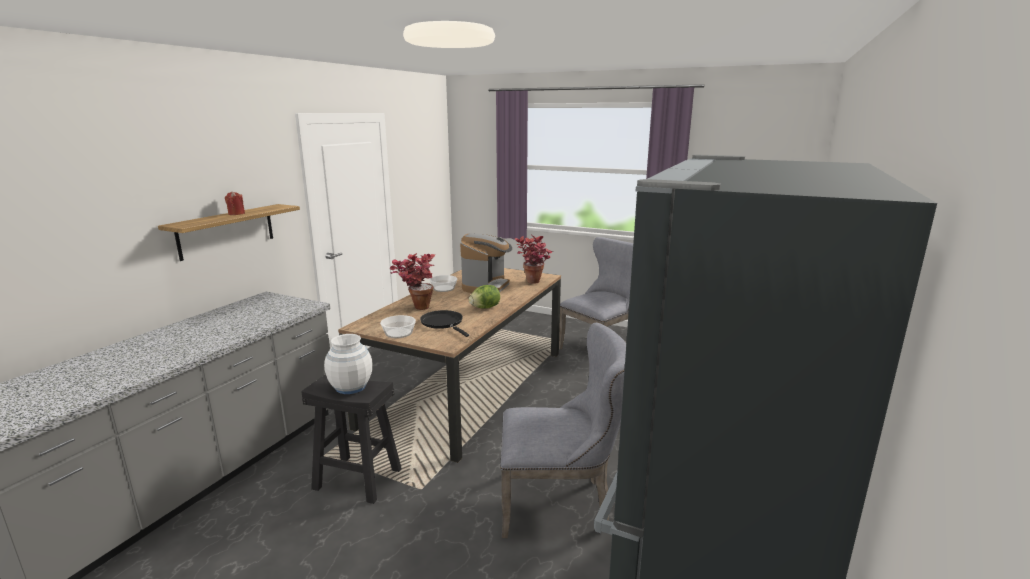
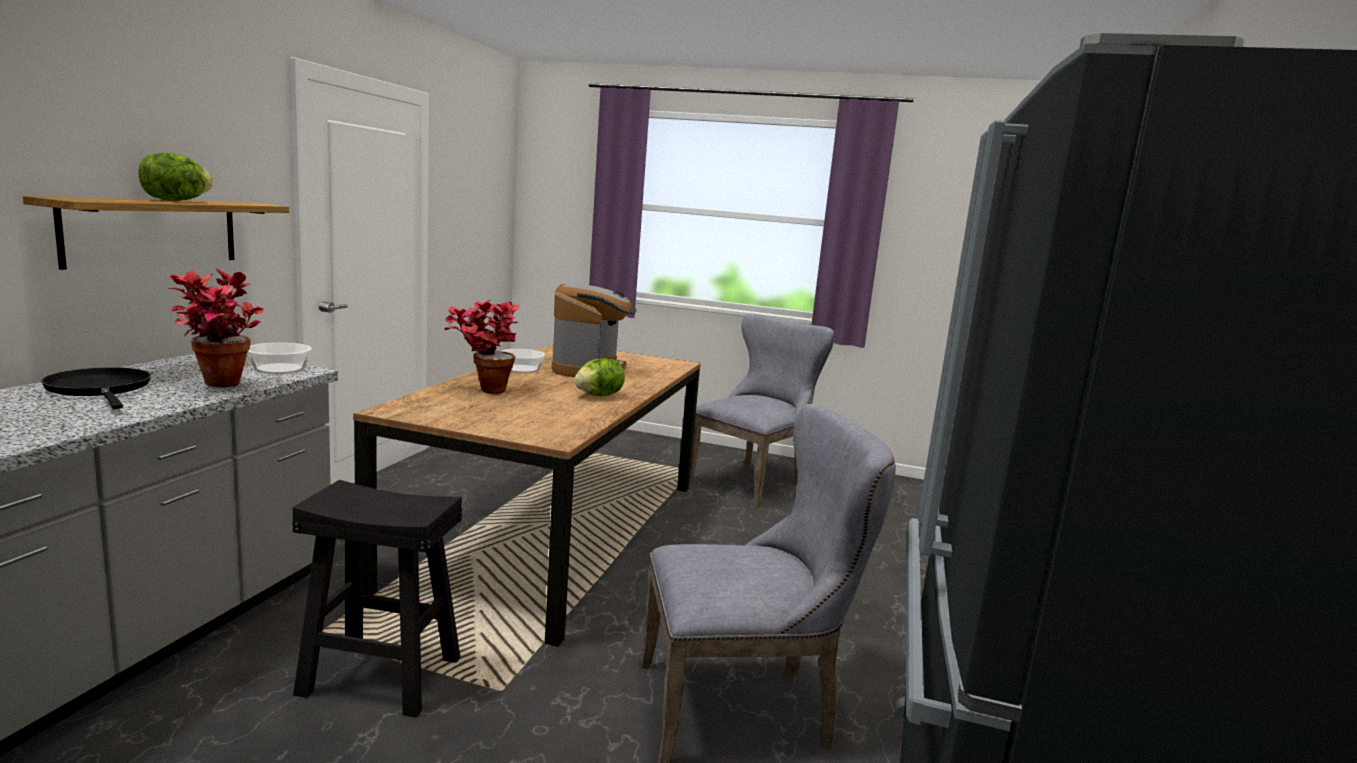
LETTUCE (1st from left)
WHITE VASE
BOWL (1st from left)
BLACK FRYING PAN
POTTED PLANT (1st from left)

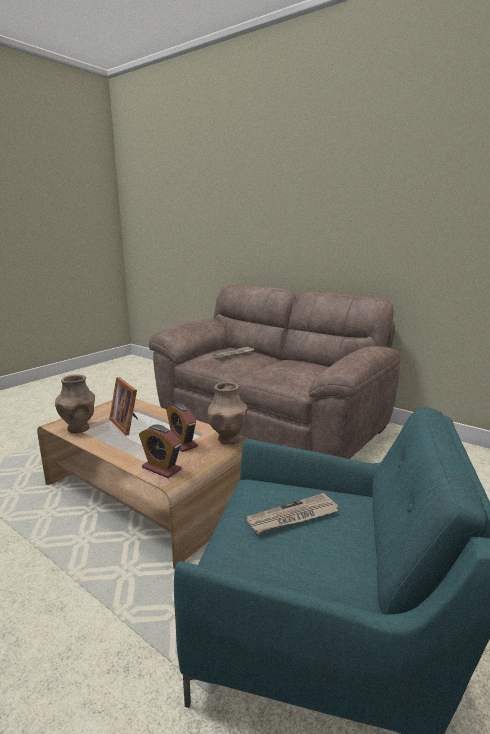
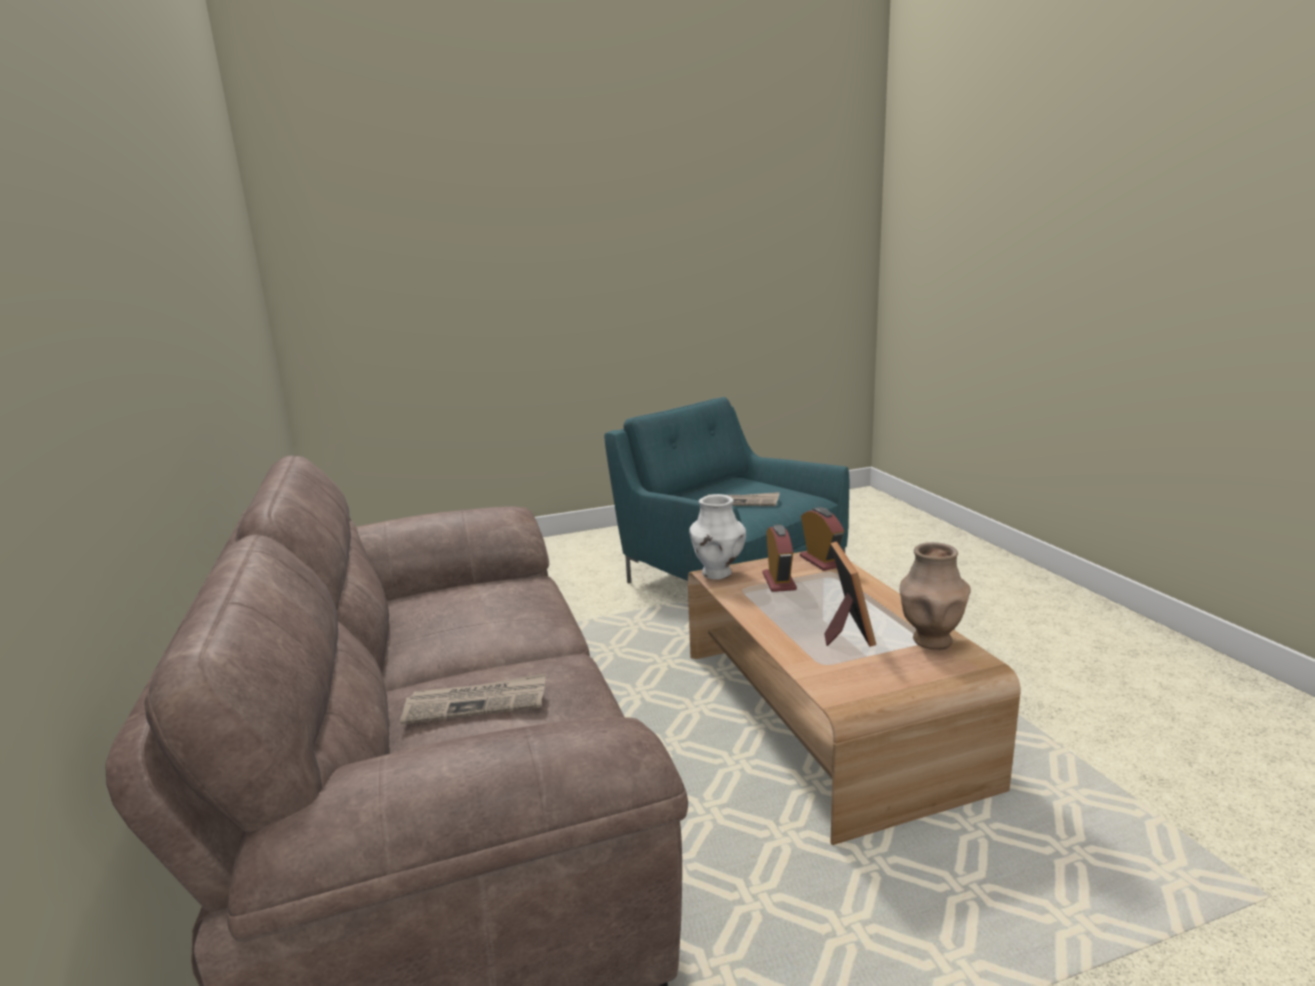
WHITE VASE

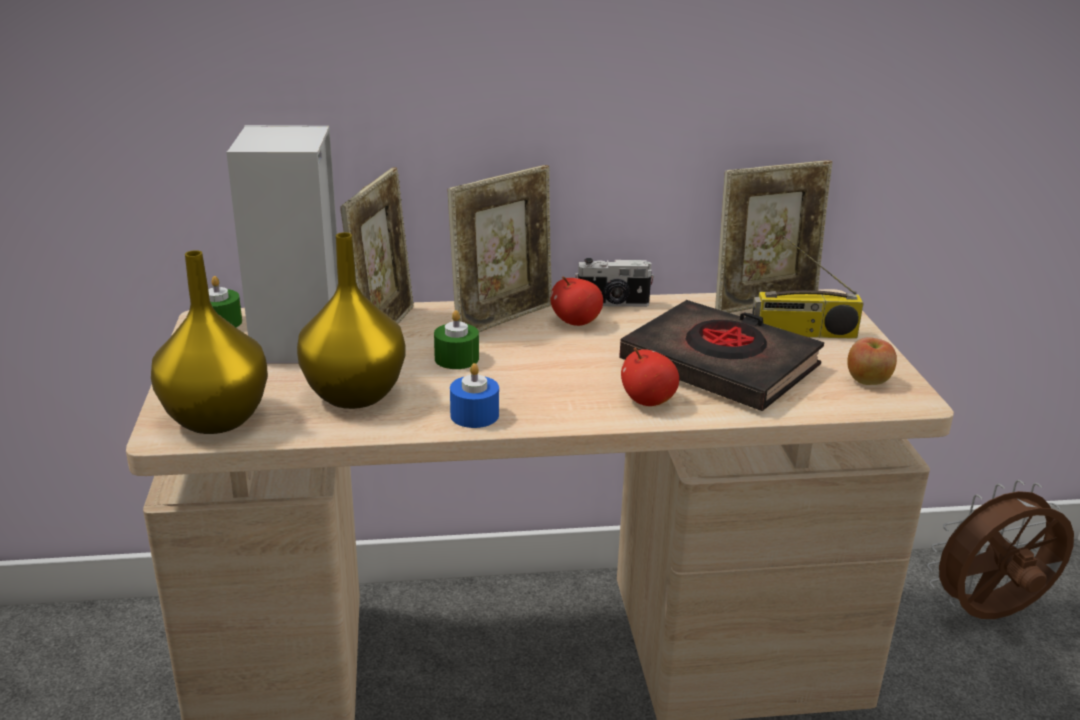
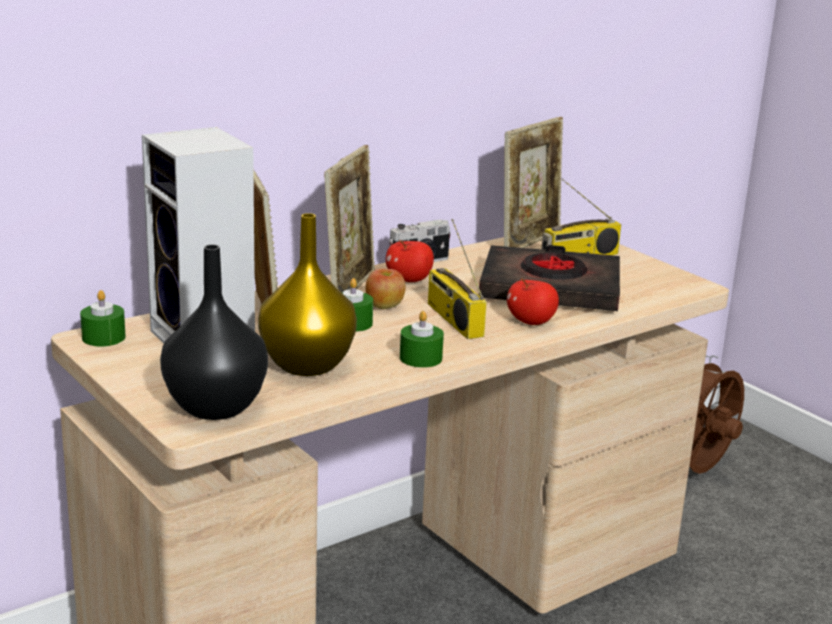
BLACK VASE
GREEN CANDLE (3rd from left)
APPLE (1st from left)
RADIO (1st from left)

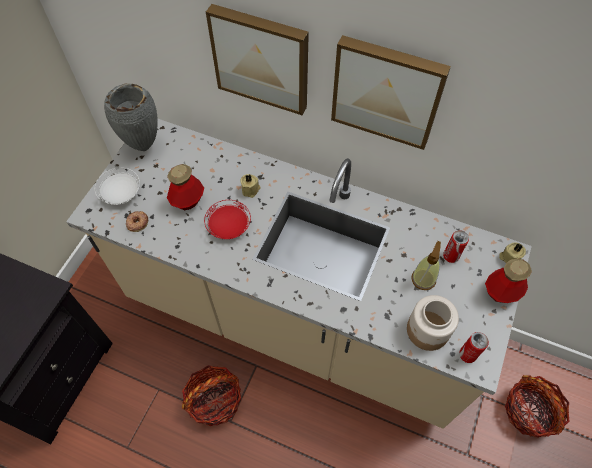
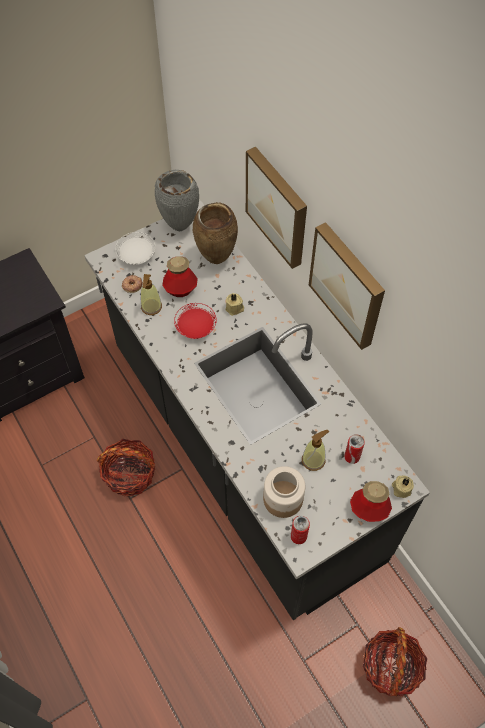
BLACK COUNTER
SOAP DISPENSER (1st from left)
BROWN VASE

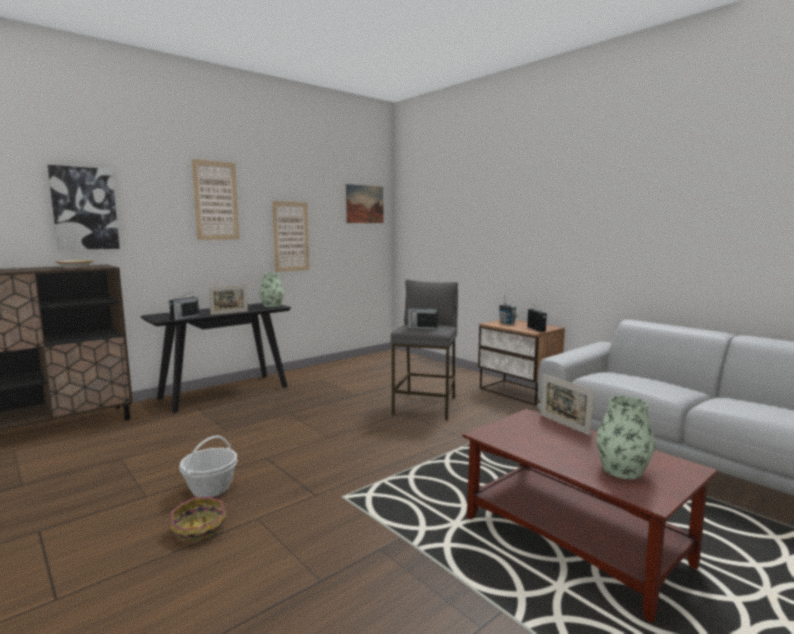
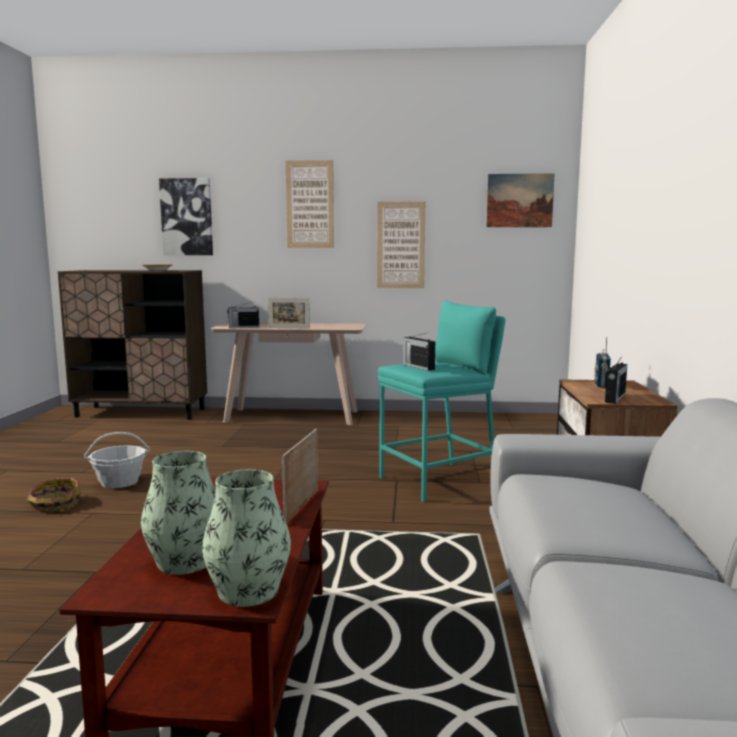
BEIGE CONSOLE TABLE
VASE (2nd from left)
TURQUOISE STOOL

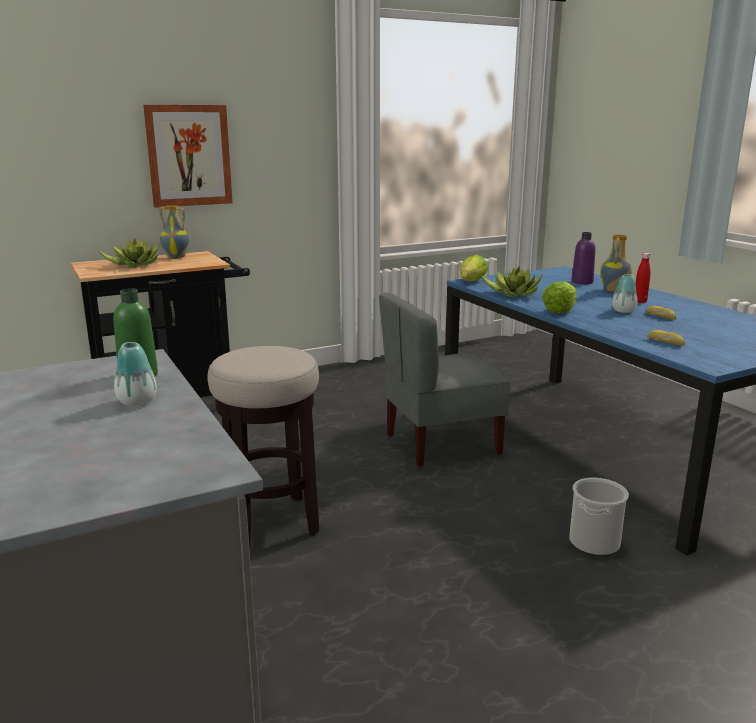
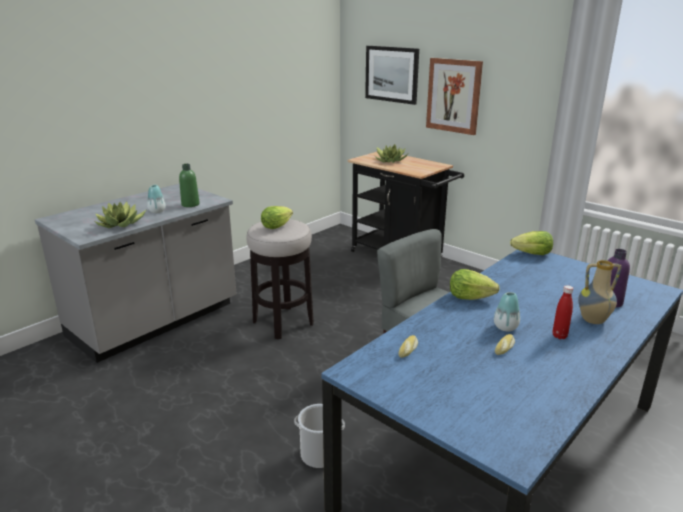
VASE (2nd from left in the first image)
POTTED PLANT (1st from left)
LETTUCE (1st from left)
PICTURE (1st from left)

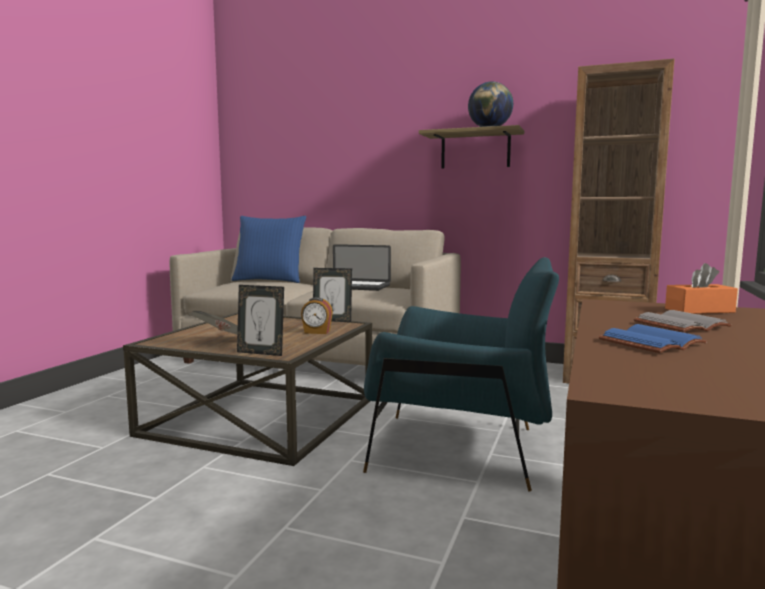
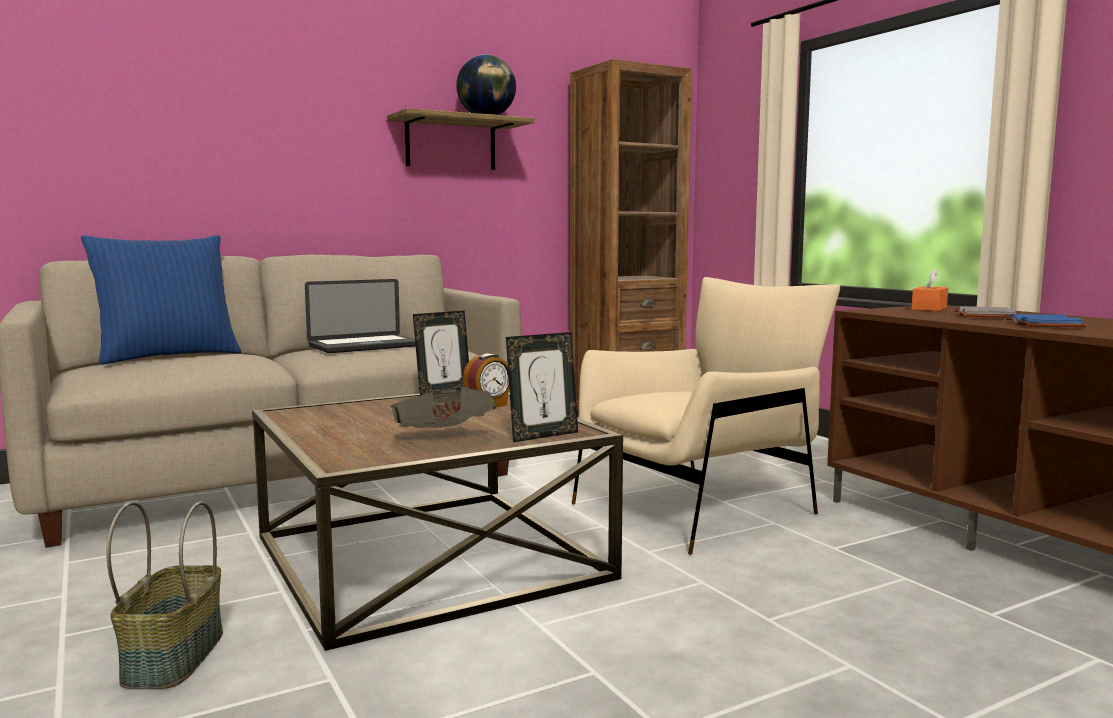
BEIGE ARMCHAIR
BASKET

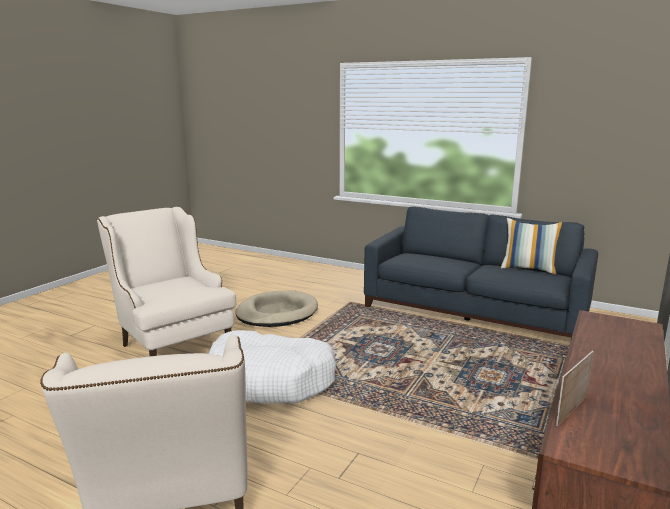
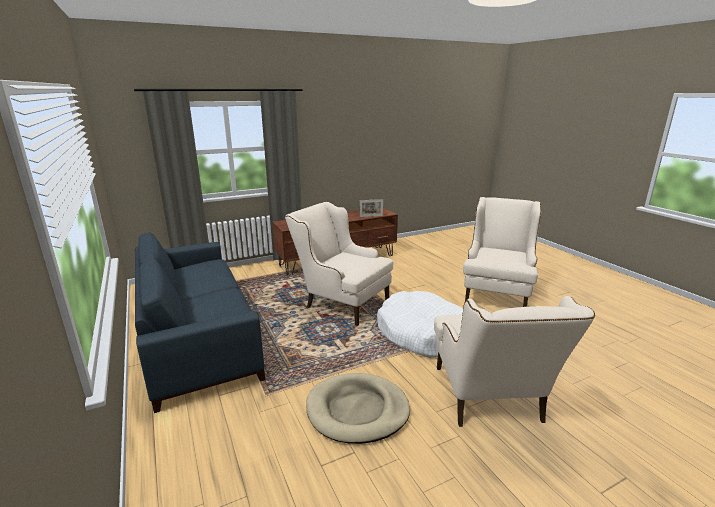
PILLOW
BEIGE ARMCHAIR (1st from left)

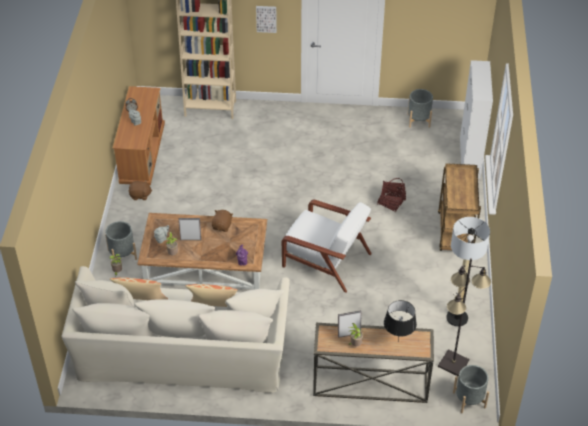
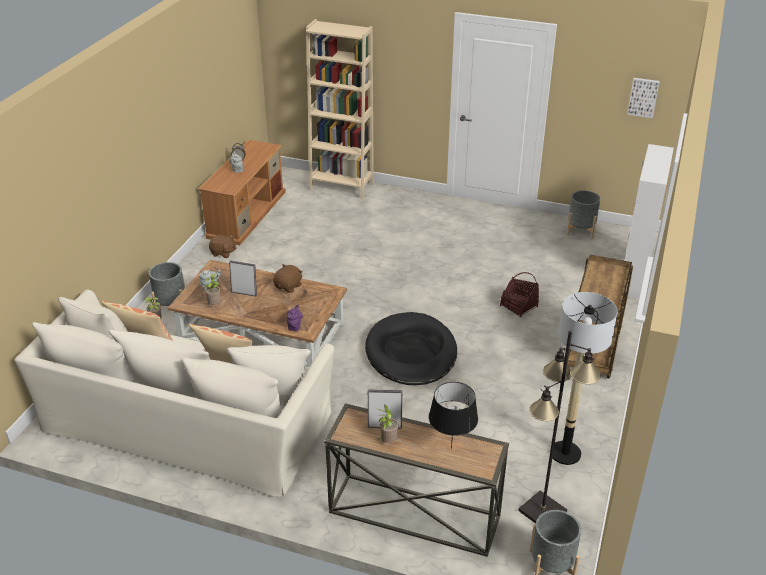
PICTURE
BLACK DOG BED

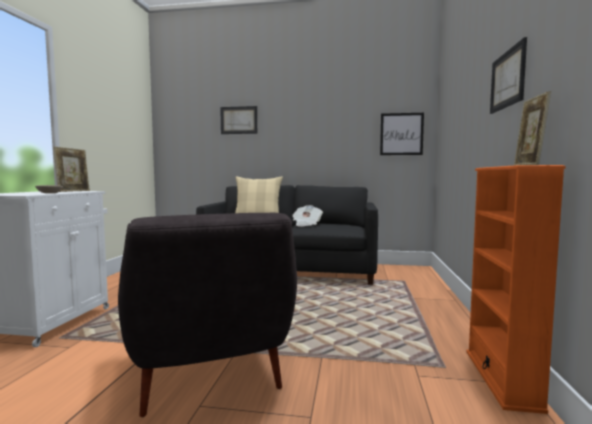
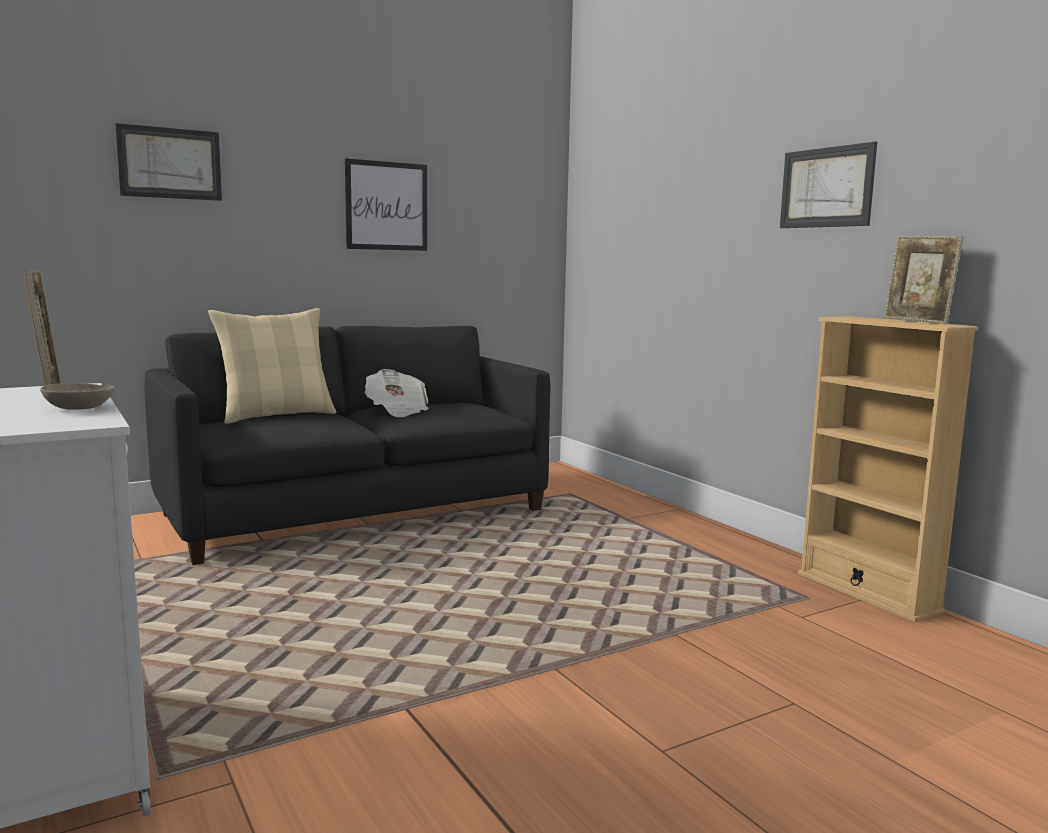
GREY ARMCHAIR
PICTURE (2nd from left)
BEIGE BOOKCASE

